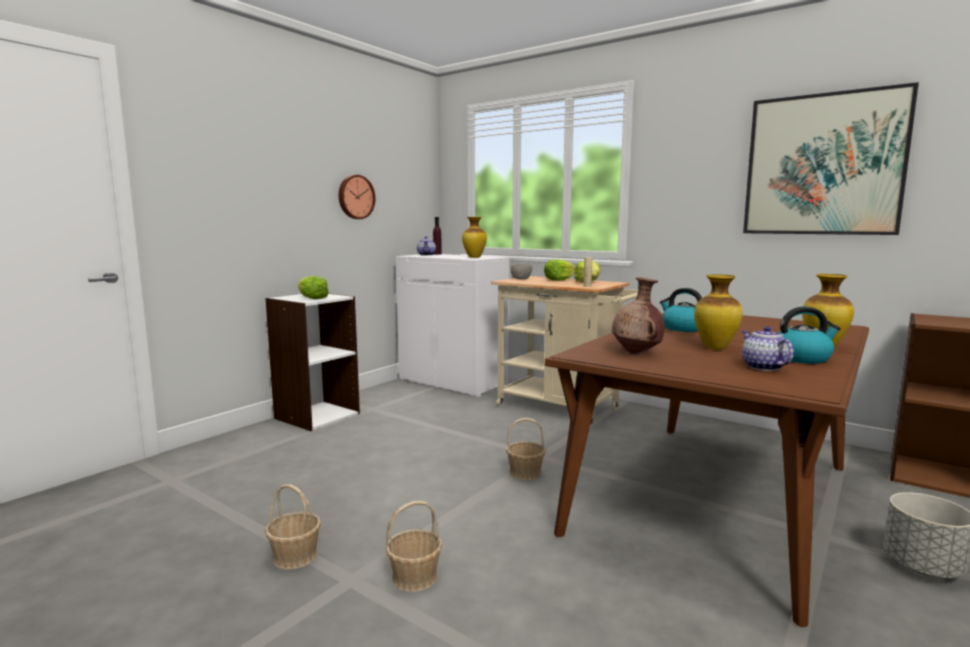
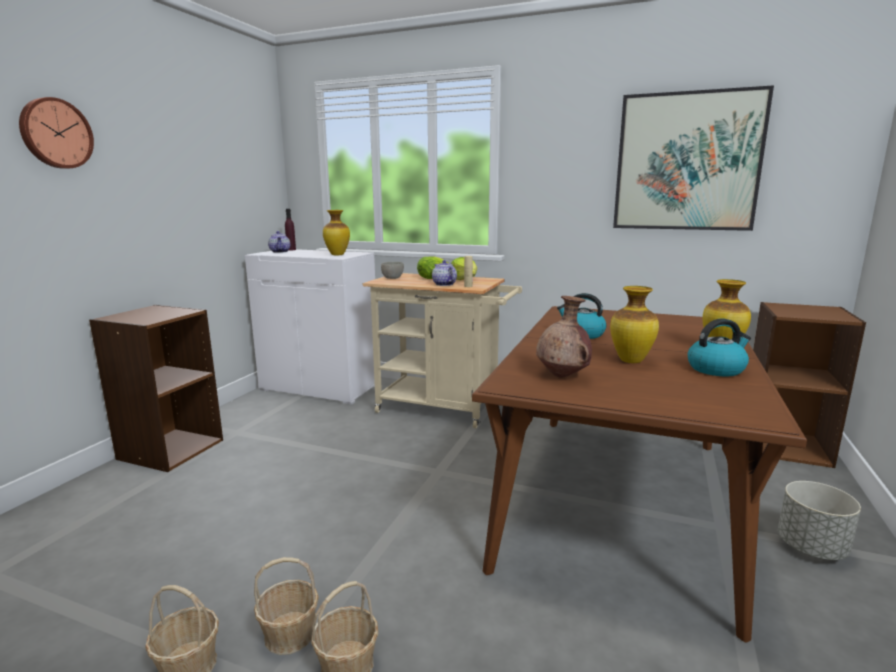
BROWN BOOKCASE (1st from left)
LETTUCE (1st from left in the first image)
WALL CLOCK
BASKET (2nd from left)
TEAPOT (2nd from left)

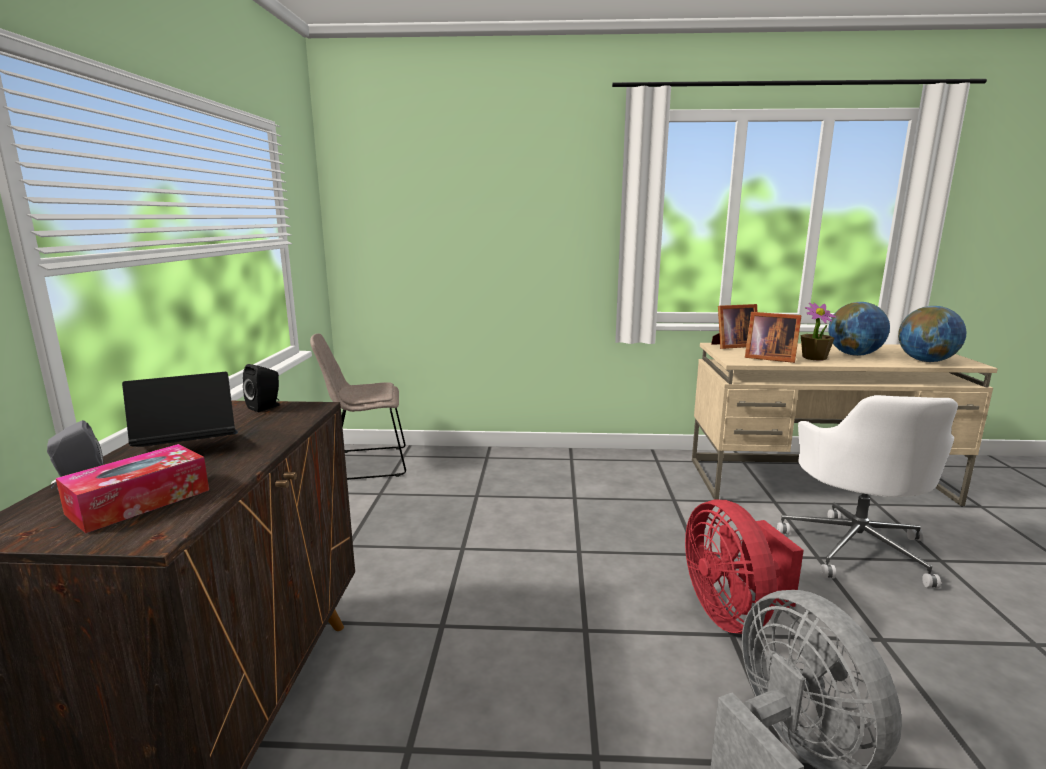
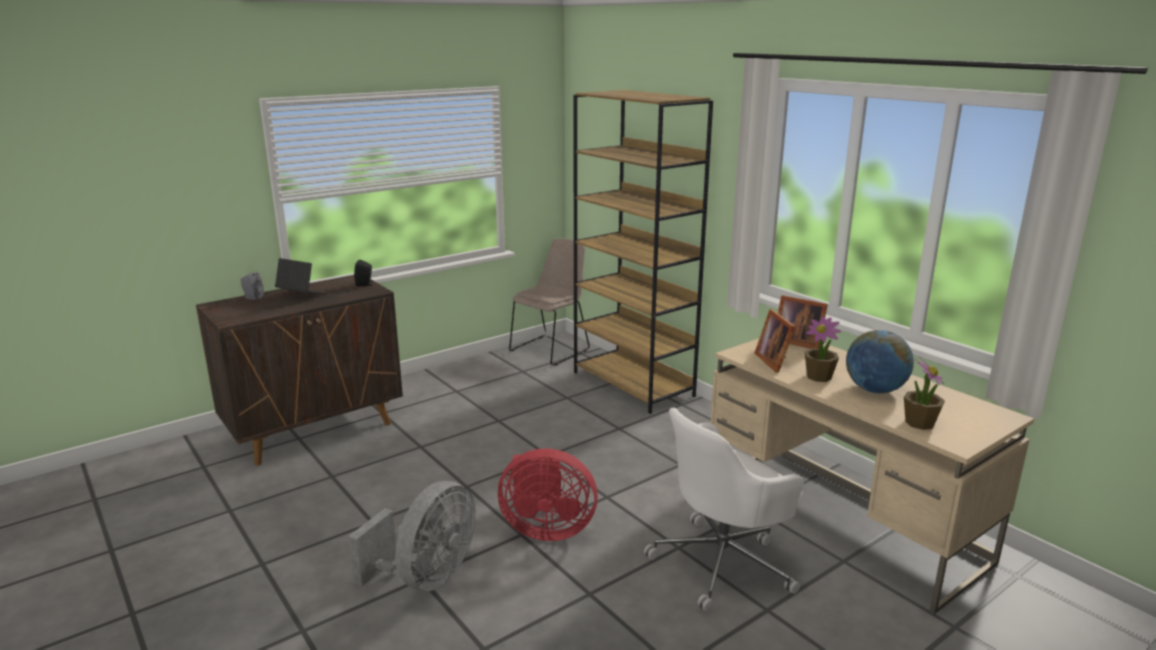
TISSUE BOX
BEIGE CHAIR
RED FAN
POTTED PLANT (2nd from left)
BROWN BOOKCASE

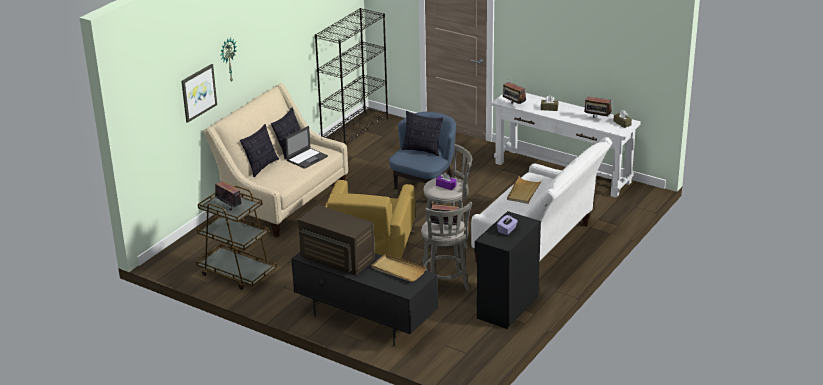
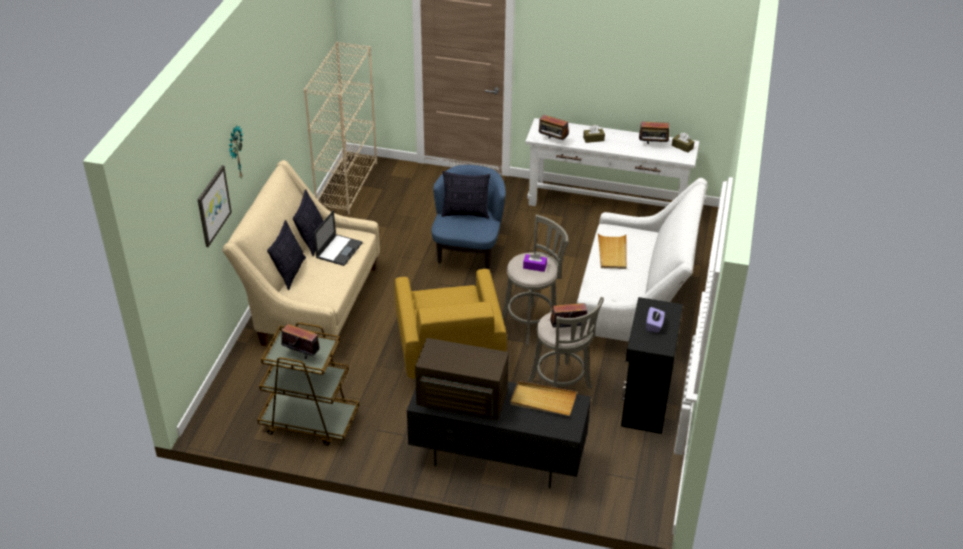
BEIGE BOOKCASE

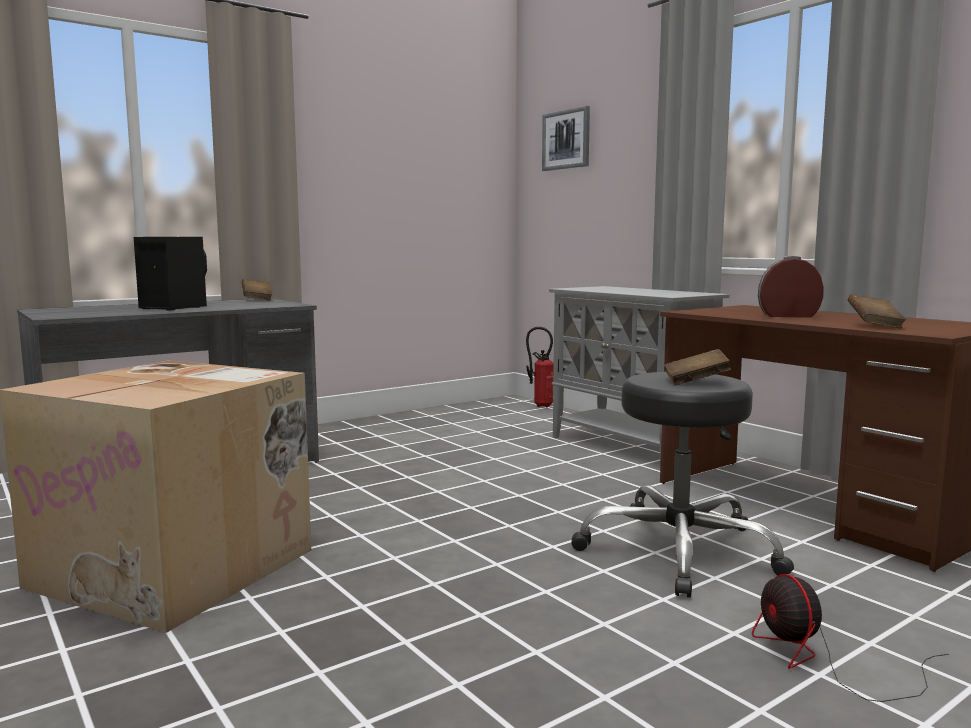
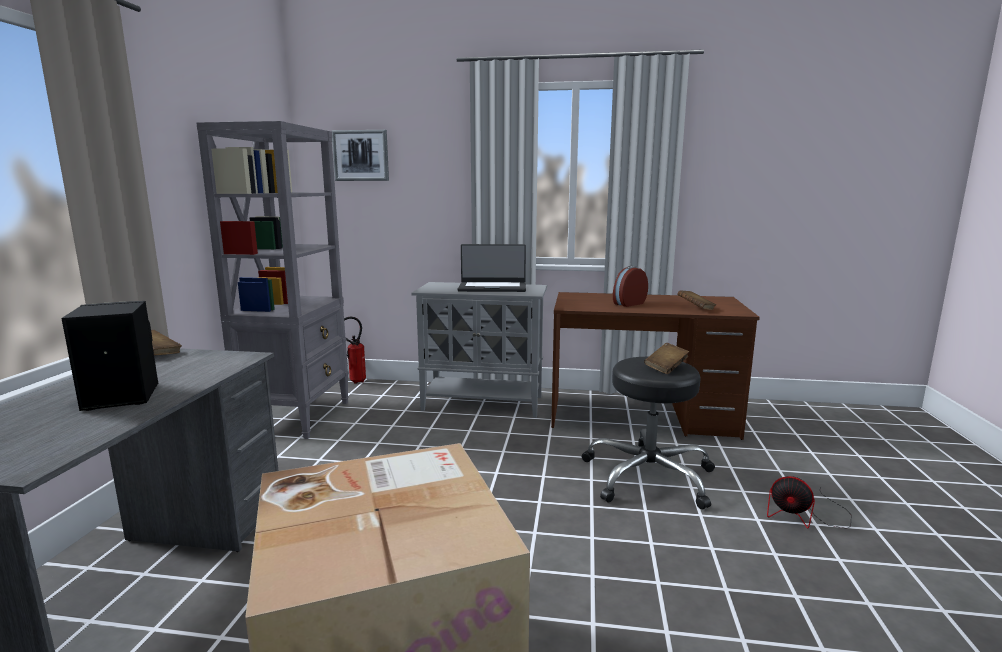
GREY BOOKCASE
LAPTOP

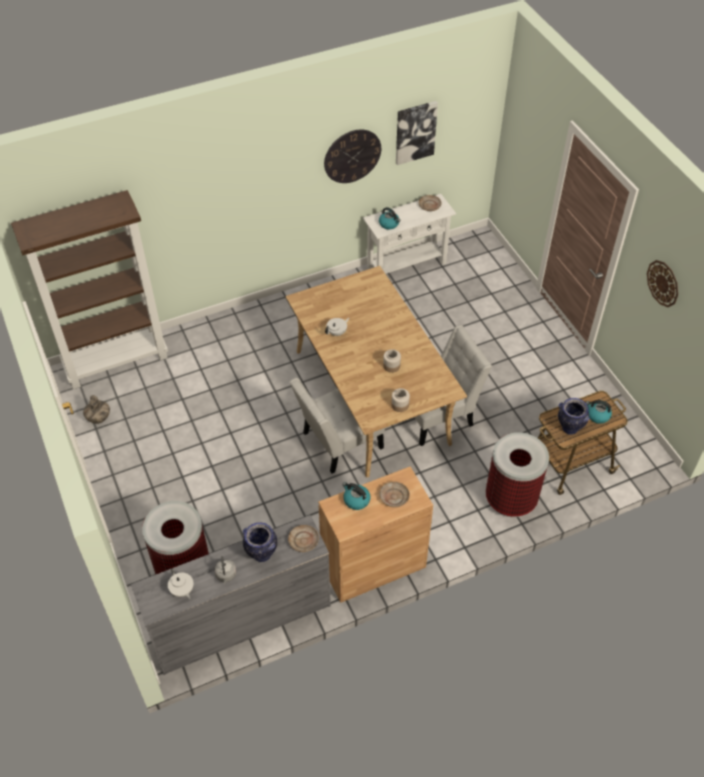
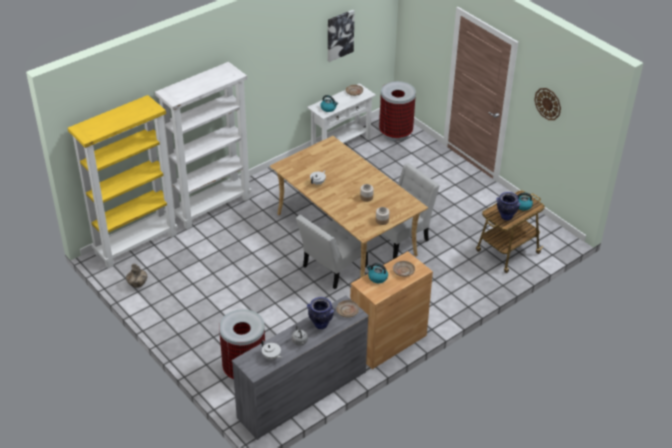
YELLOW BOOKCASE
WALL CLOCK (1st from left in the first image)
TRASH CAN (2nd from left)
WHITE BOOKCASE

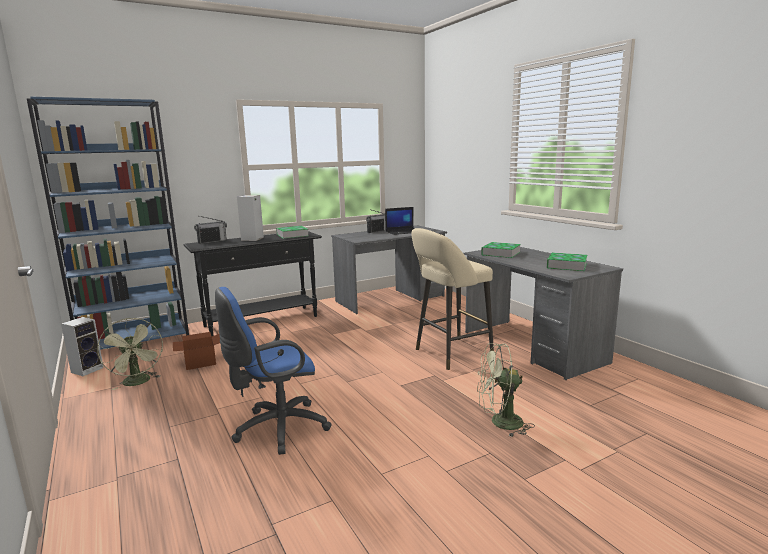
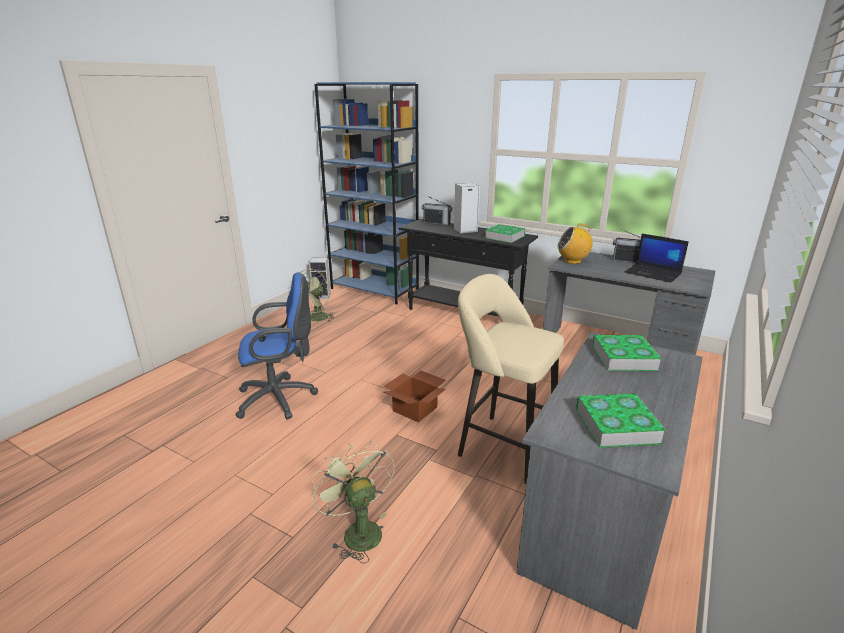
CARDBOARD BOX
BLUE OFFICE CHAIR
RADIO (2nd from left)

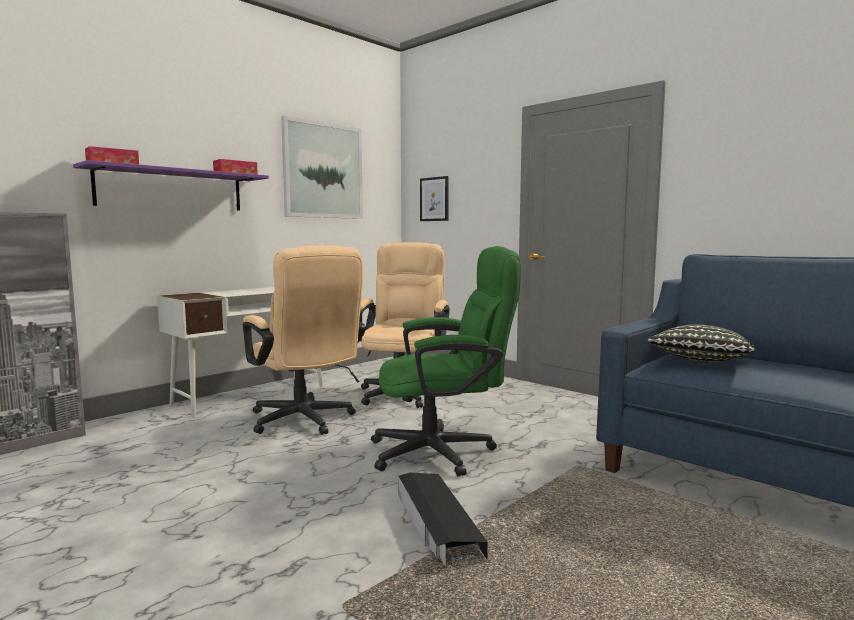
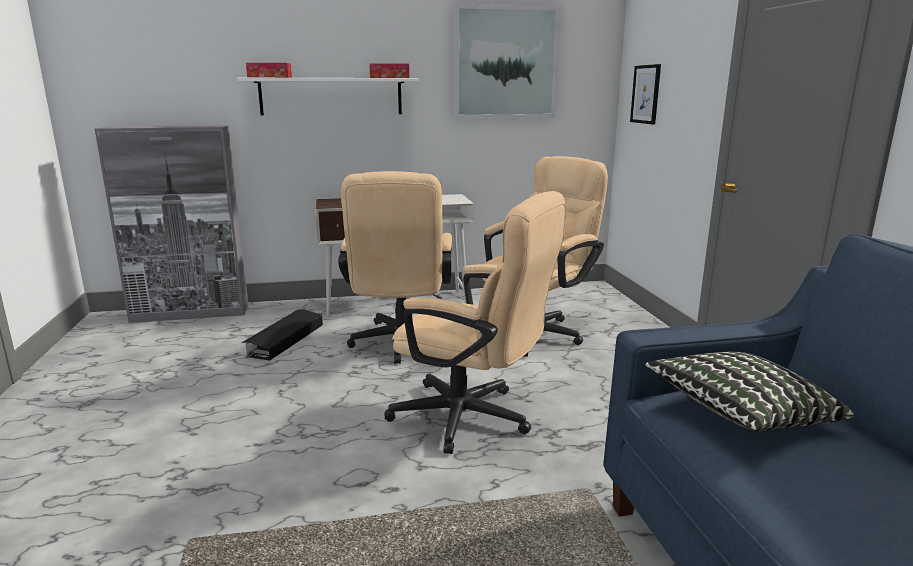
WHITE SHELF
BEIGE OFFICE CHAIR (2nd from left)
BLACK STORAGE BOX

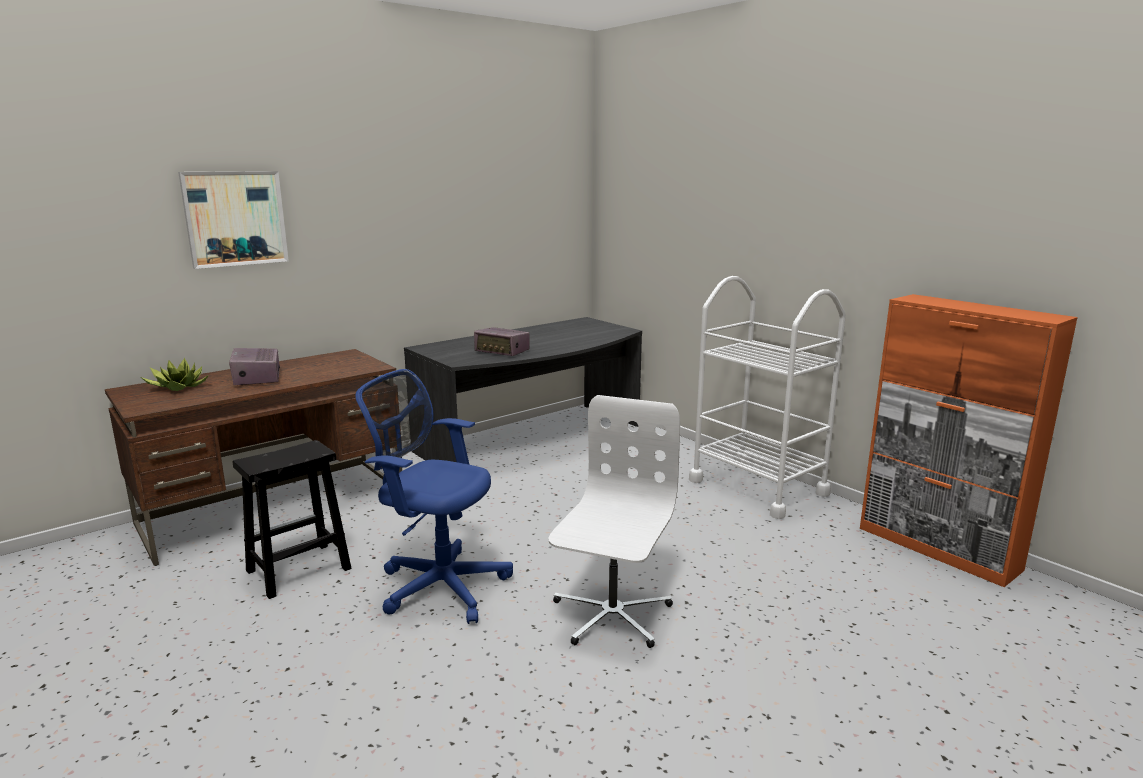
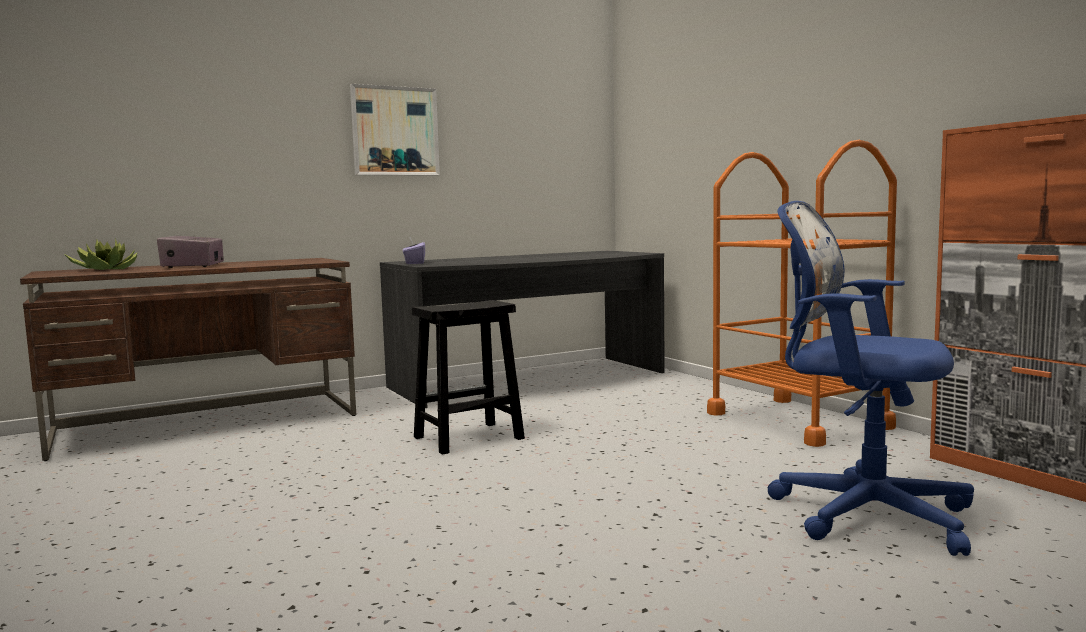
PICTURE
BLACK STOOL
BLUE OFFICE CHAIR
RADIO (2nd from left in the first image)
WHITE OFFICE CHAIR
ORANGE CART
PURPLE TISSUE BOX

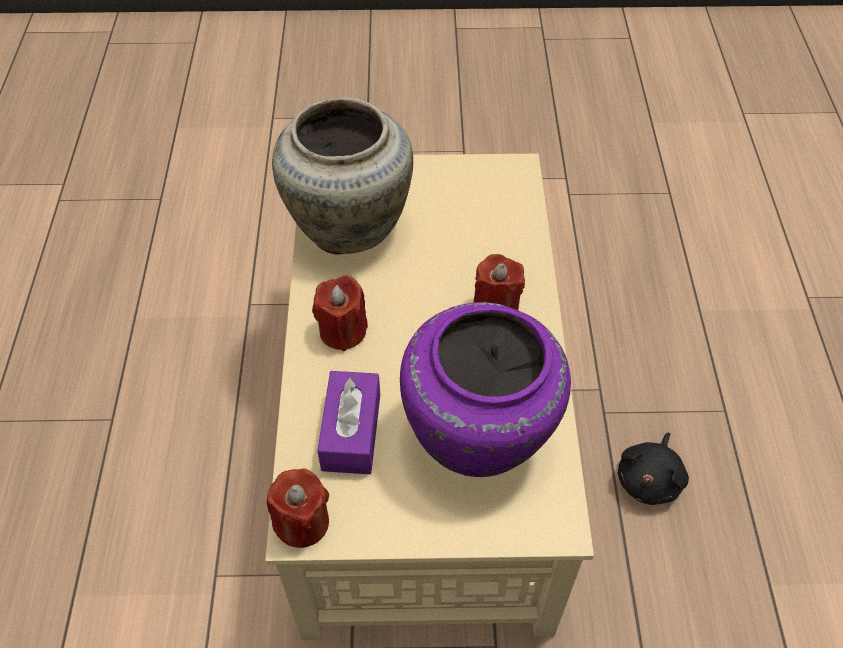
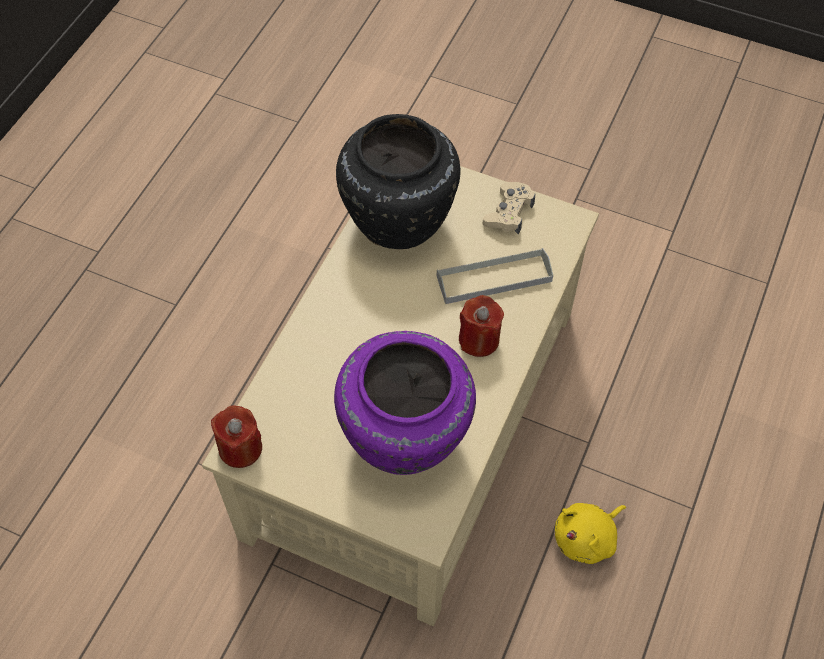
BLACK VASE
RED CANDLE (2nd from left in the first image)
PURPLE TISSUE BOX
YELLOW PLUSH TOY
GREY TRAY
BEIGE GAME CONTROLLER

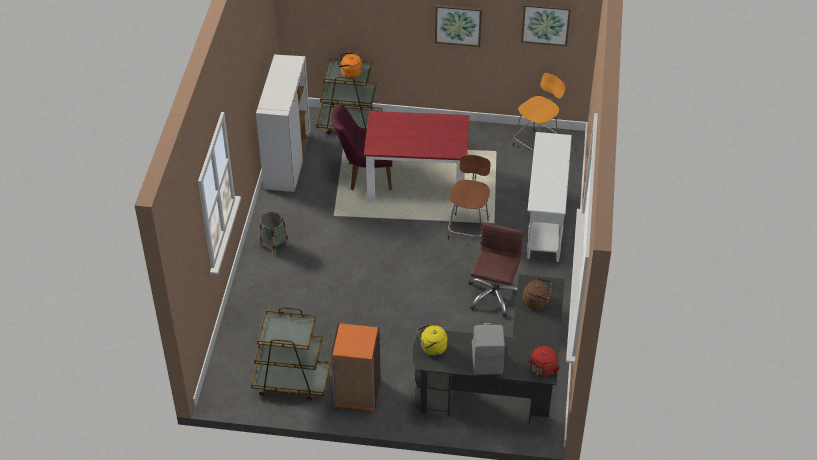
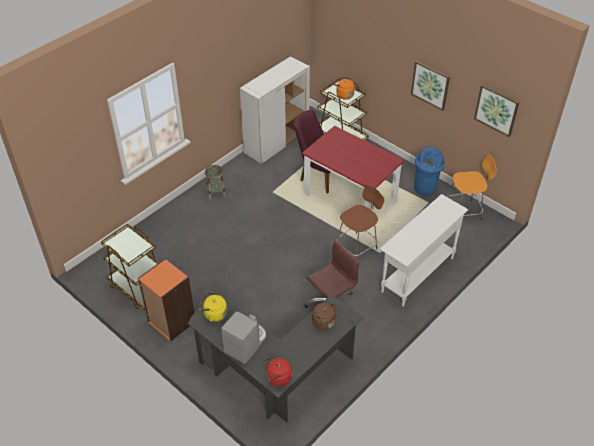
BLUE TRASH CAN

